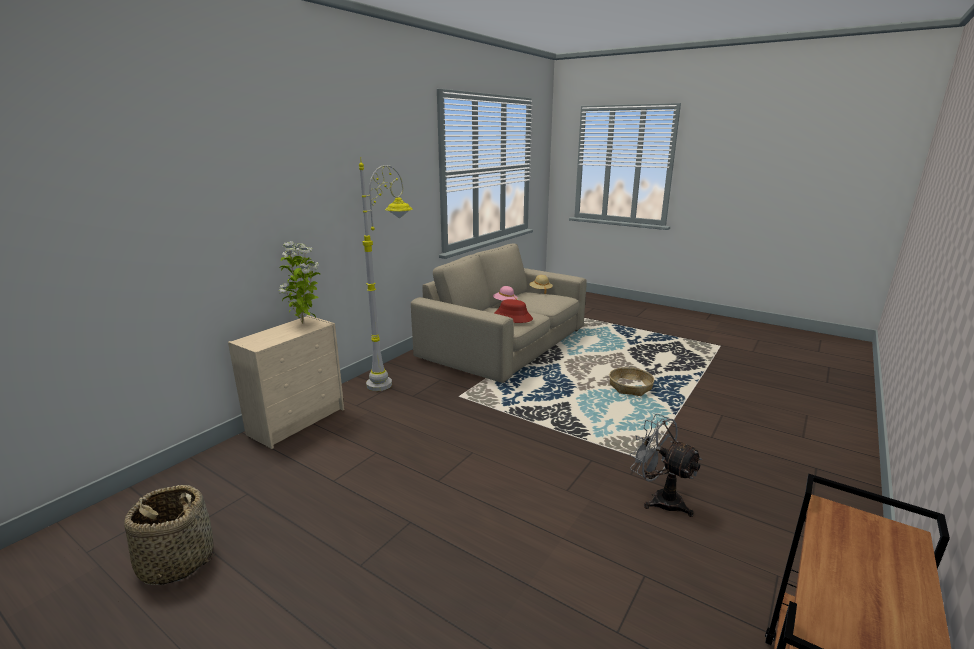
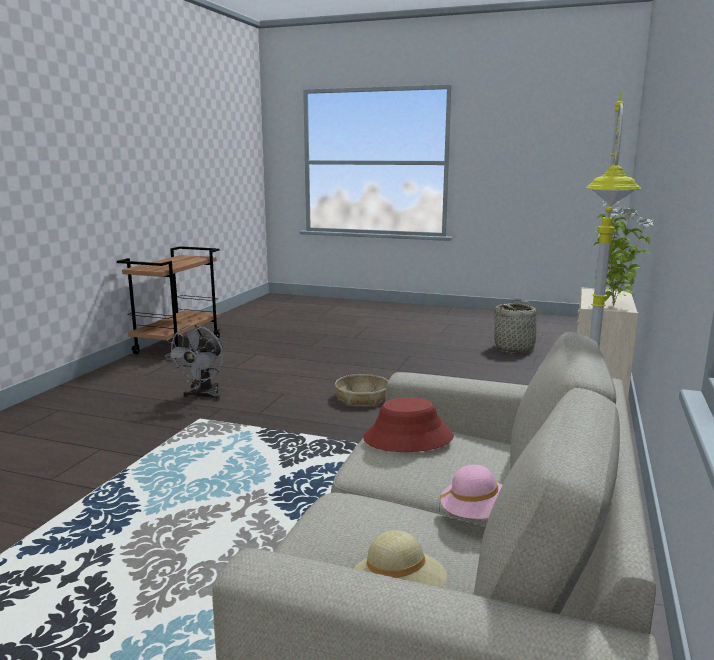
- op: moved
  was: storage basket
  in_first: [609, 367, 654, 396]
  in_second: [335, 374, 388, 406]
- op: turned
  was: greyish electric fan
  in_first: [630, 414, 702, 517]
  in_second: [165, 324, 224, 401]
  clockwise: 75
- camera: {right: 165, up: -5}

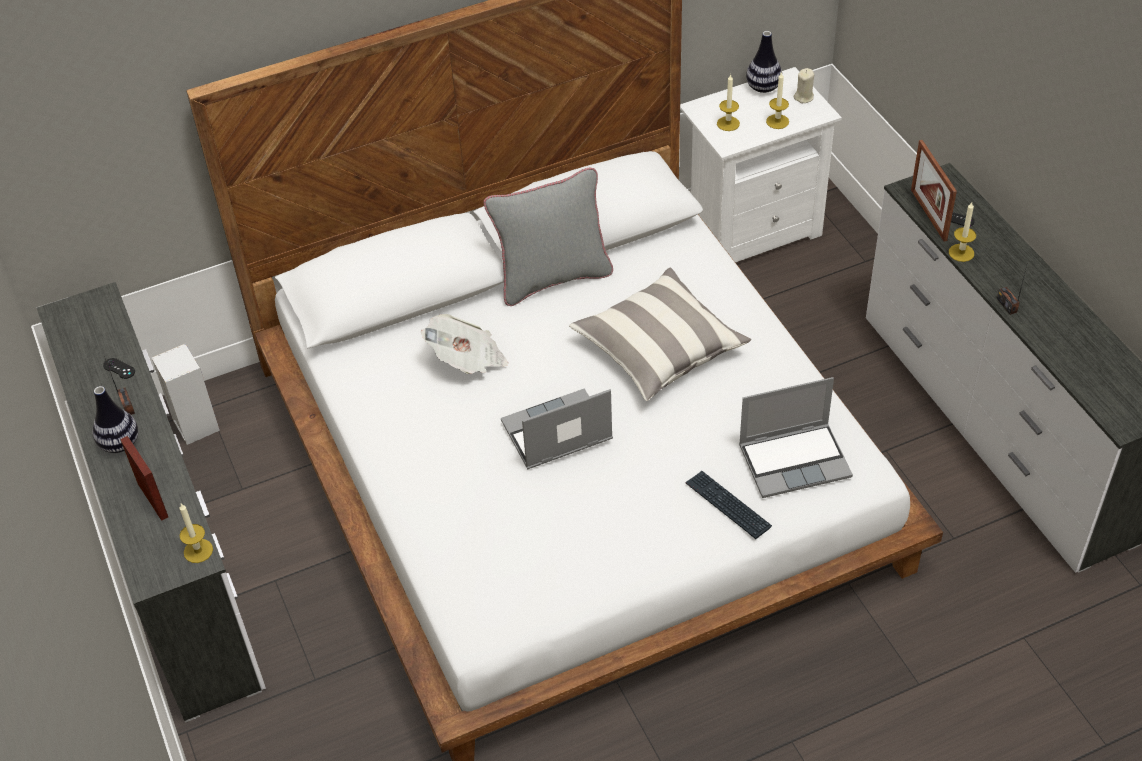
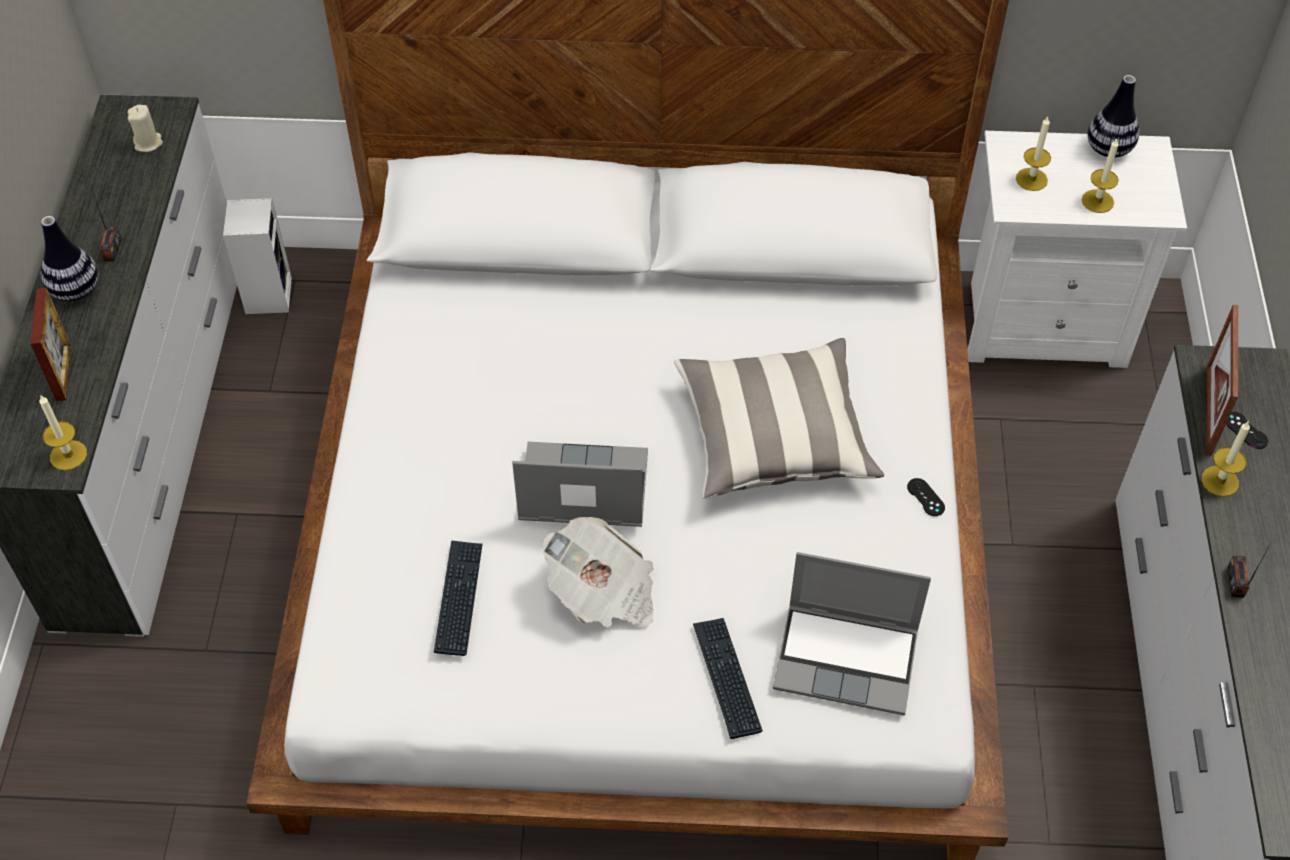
- op: moved
  was: sand-coloured wax candle
  in_first: [794, 68, 814, 103]
  in_second: [128, 104, 163, 152]
- op: removed
  was: greyish throw pillow
  in_first: [484, 168, 613, 306]
- op: moved
  was: printed paper
  in_first: [421, 314, 509, 374]
  in_second: [542, 517, 654, 627]
- op: moved
  was: black-coloured game controller
  in_first: [103, 358, 135, 379]
  in_second: [907, 478, 945, 516]
- op: added
  now: keyboard
  in_second: [434, 541, 483, 656]
- camera: {right: 25, up: 5}

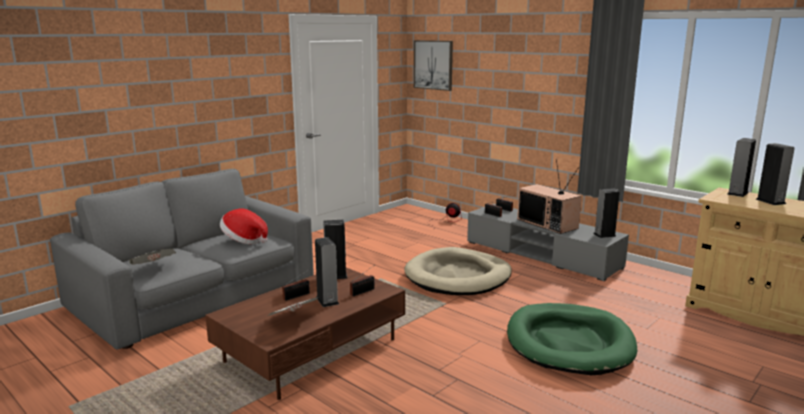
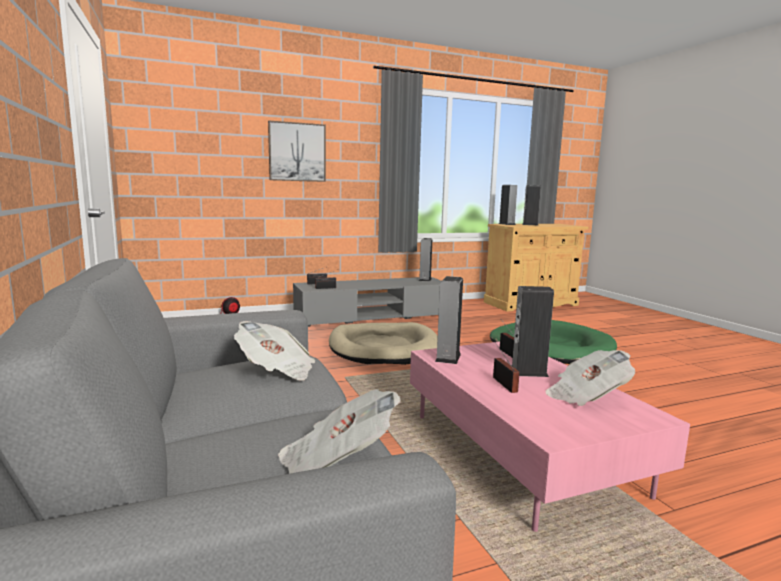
- op: moved
  was: wall picture
  in_first: [414, 40, 453, 91]
  in_second: [268, 121, 326, 182]
- op: removed
  was: TV set
  in_first: [517, 159, 581, 234]
- op: replaced
  was: clothing hat
  now: printed paper
  in_first: [220, 208, 268, 244]
  in_second: [234, 321, 315, 381]
- op: recoloured
  was: brown-coloured lounge table
  now: pinkish lounge table
  in_first: [205, 268, 405, 400]
  in_second: [410, 342, 690, 532]
- camera: {right: -65, up: -5}

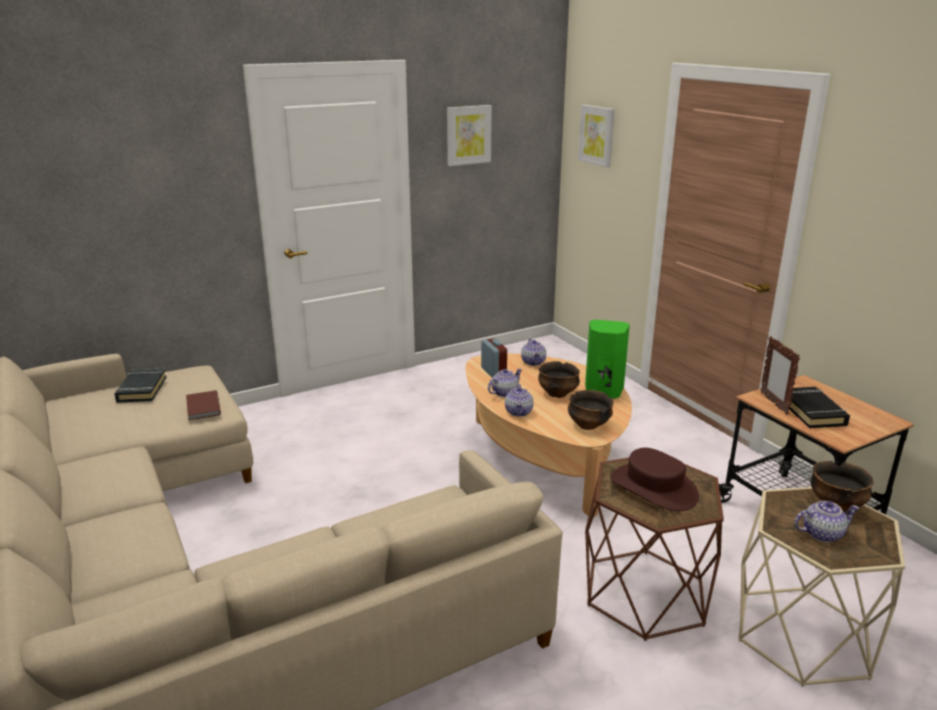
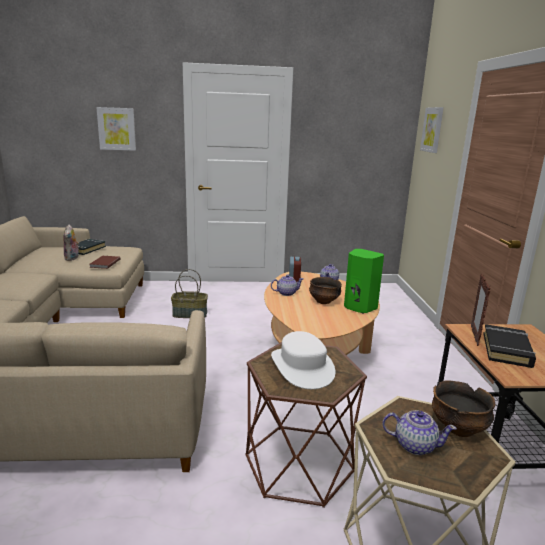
- op: moved
  was: wall picture
  in_first: [447, 105, 492, 166]
  in_second: [96, 107, 136, 151]
- op: removed
  was: tea pot
  in_first: [505, 384, 534, 417]
- op: removed
  was: bowl
  in_first: [568, 390, 614, 430]
- op: recoloured
  was: brown-coloured clothing hat
  now: whitish clothing hat
  in_first: [611, 448, 699, 511]
  in_second: [271, 331, 336, 389]
- op: added
  now: soft toy
  in_second: [63, 225, 79, 261]
- op: added
  now: storage basket
  in_second: [171, 269, 208, 318]
- camera: {right: 25, up: -5}

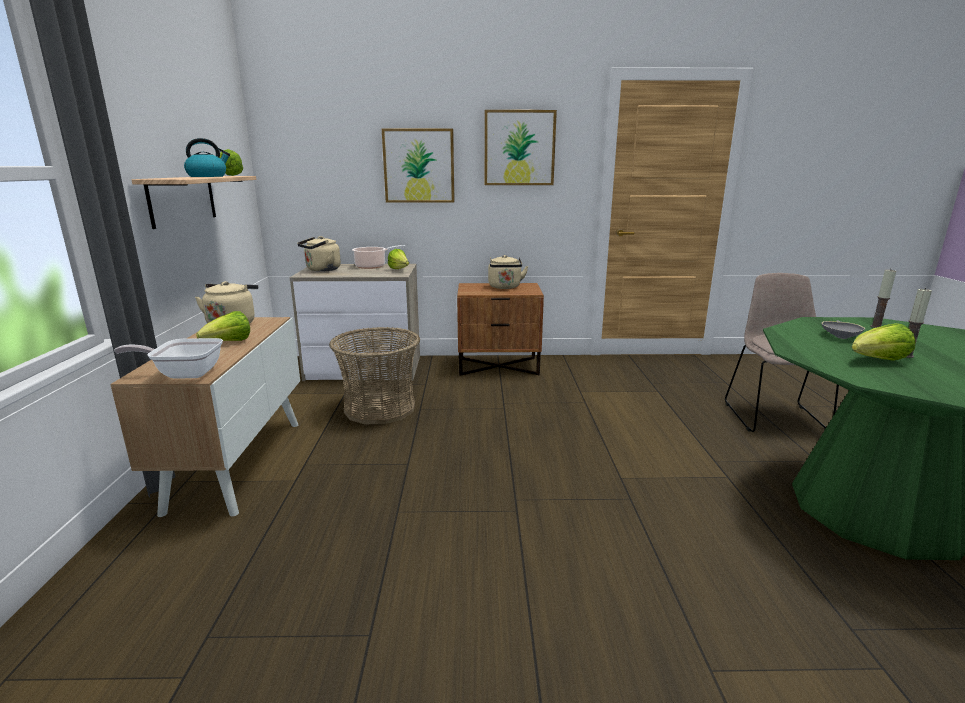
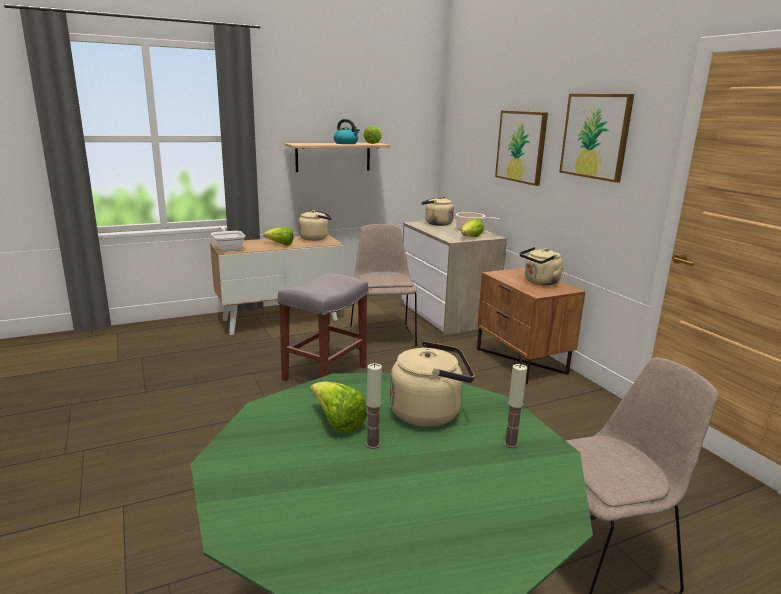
- op: replaced
  was: greyish bowl
  now: sand-coloured kettle
  in_first: [821, 320, 865, 339]
  in_second: [390, 341, 475, 427]
- op: replaced
  was: storage basket
  now: sand-coloured upright chair
  in_first: [329, 327, 420, 424]
  in_second: [351, 224, 417, 349]
- op: added
  now: greyish stool seat
  in_second: [278, 273, 368, 381]
- camera: {right: 65, up: 0}

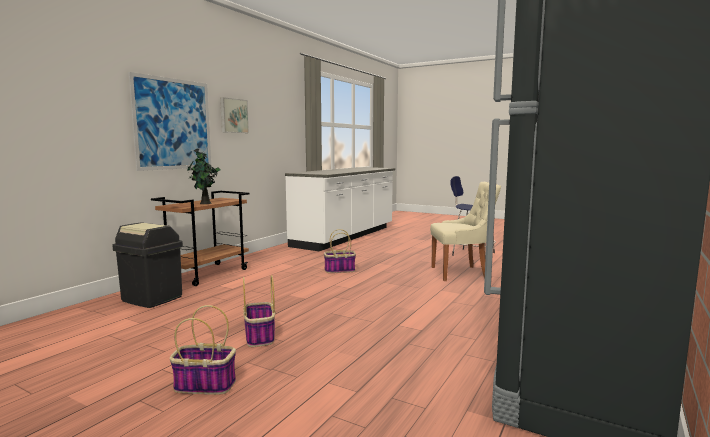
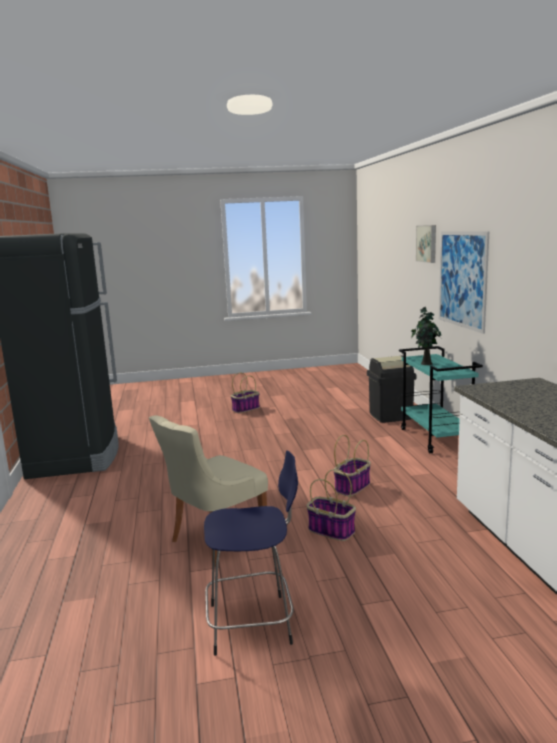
- op: moved
  was: wall picture
  in_first: [220, 97, 249, 133]
  in_second: [416, 225, 436, 263]
- op: recoloured
  was: brown-coloured wheeled cart
  now: blue-green wheeled cart
  in_first: [151, 191, 250, 286]
  in_second: [399, 346, 483, 453]
- op: moved
  was: storage basket
  in_first: [243, 275, 275, 347]
  in_second: [307, 469, 356, 541]
- camera: {right: 140, up: 5}

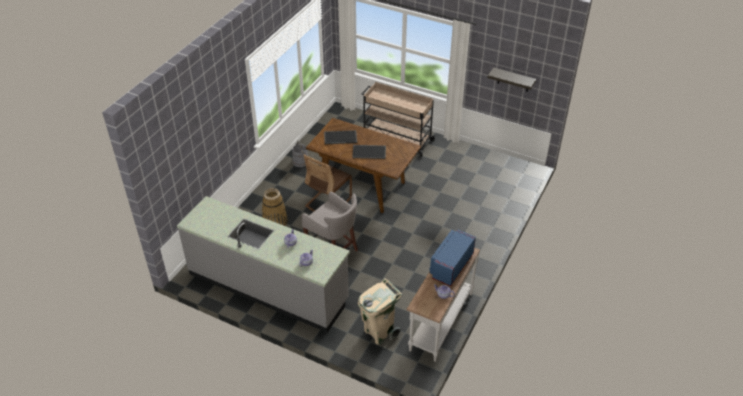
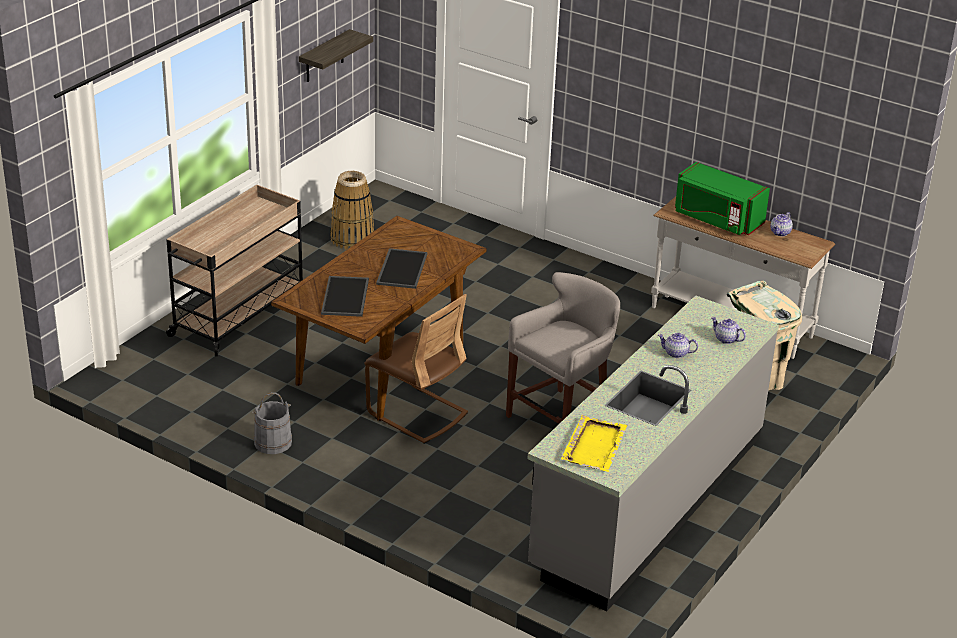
- op: moved
  was: storage basket
  in_first: [262, 188, 288, 226]
  in_second: [330, 171, 375, 250]
- op: recoloured
  was: bluish kitchen microwave
  now: green kitchen microwave
  in_first: [429, 229, 476, 286]
  in_second: [675, 162, 770, 235]
- op: added
  now: yellow tray
  in_second: [561, 415, 627, 472]
- camera: {right: -85, up: -10}

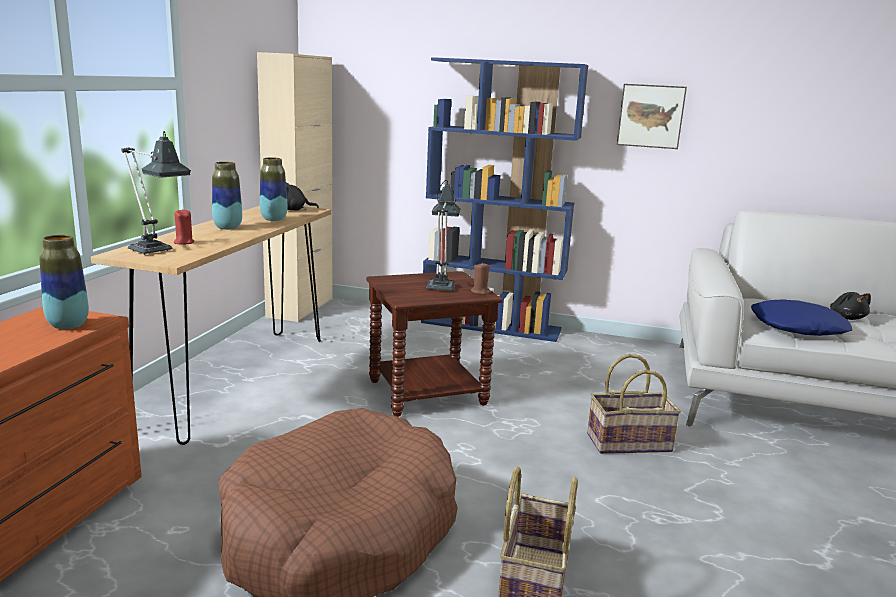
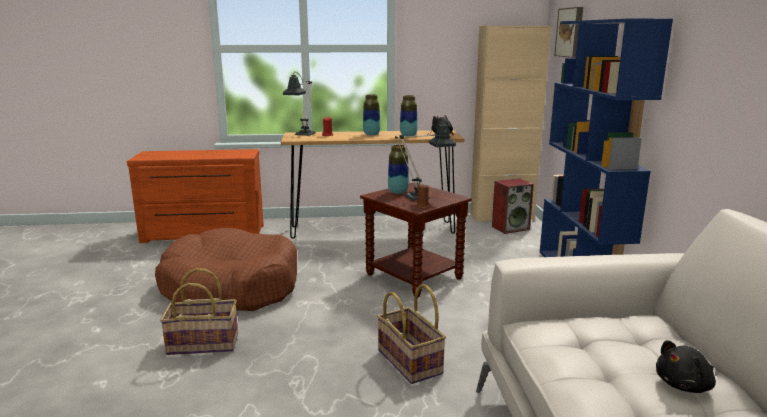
- op: moved
  was: wall picture
  in_first: [617, 84, 687, 149]
  in_second: [554, 7, 583, 58]
- op: moved
  was: vase
  in_first: [39, 235, 89, 329]
  in_second: [388, 145, 409, 194]
- op: removed
  was: bluish throw pillow
  in_first: [751, 299, 852, 336]
- op: added
  now: speaker
  in_second: [492, 178, 534, 234]
- camera: {right: 70, up: 0}

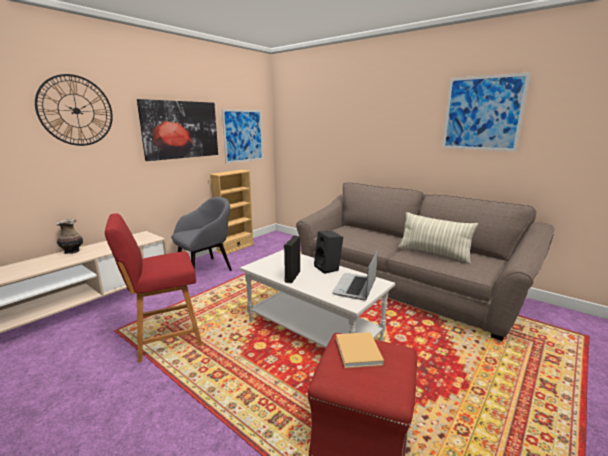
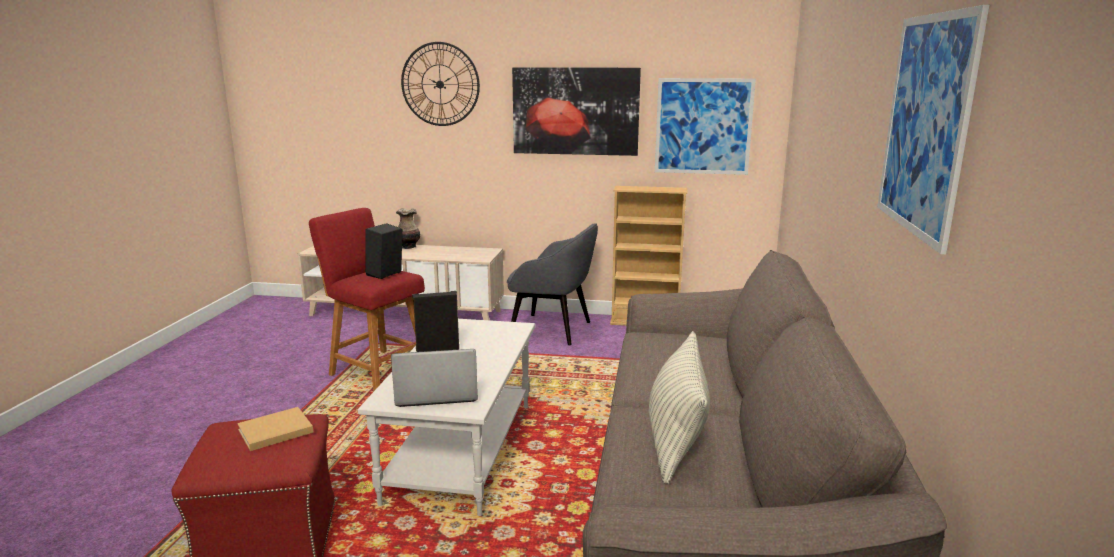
- op: moved
  was: black-coloured speaker
  in_first: [314, 231, 343, 274]
  in_second: [365, 223, 402, 279]
- camera: {right: 60, up: 0}

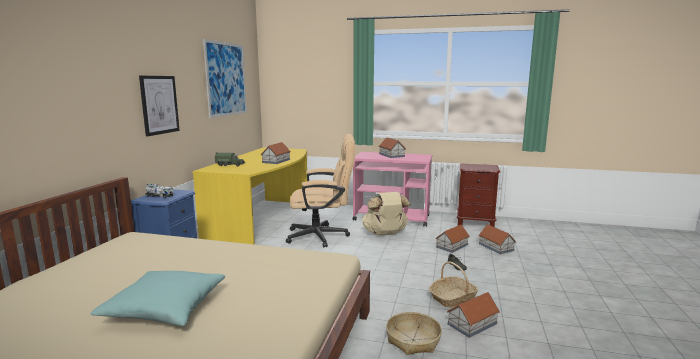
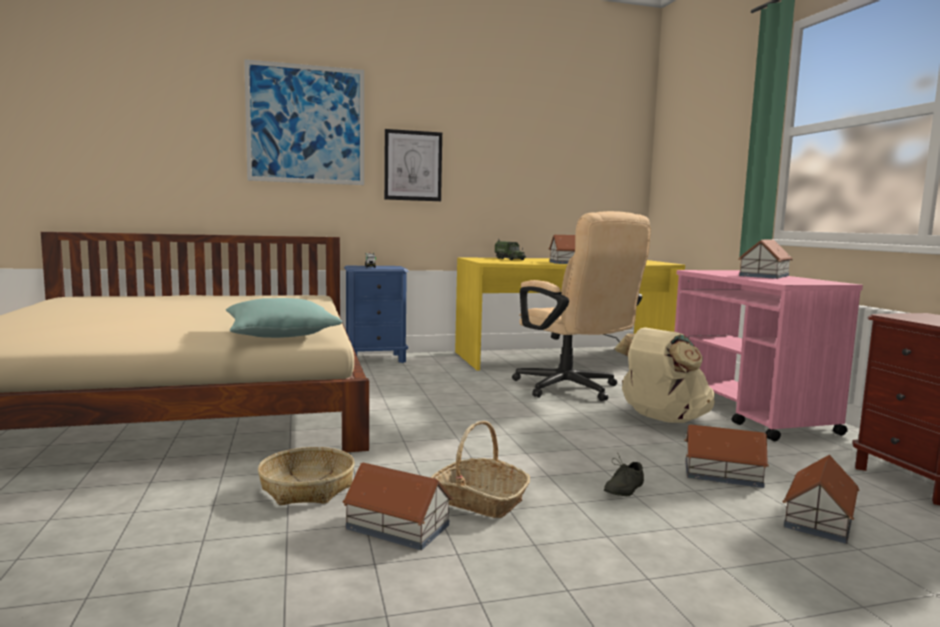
- op: moved
  was: wall picture
  in_first: [203, 39, 247, 118]
  in_second: [244, 59, 364, 185]
- op: moved
  was: blue-green throw pillow
  in_first: [90, 271, 225, 326]
  in_second: [226, 298, 342, 338]
- camera: {right: 60, up: -5}

